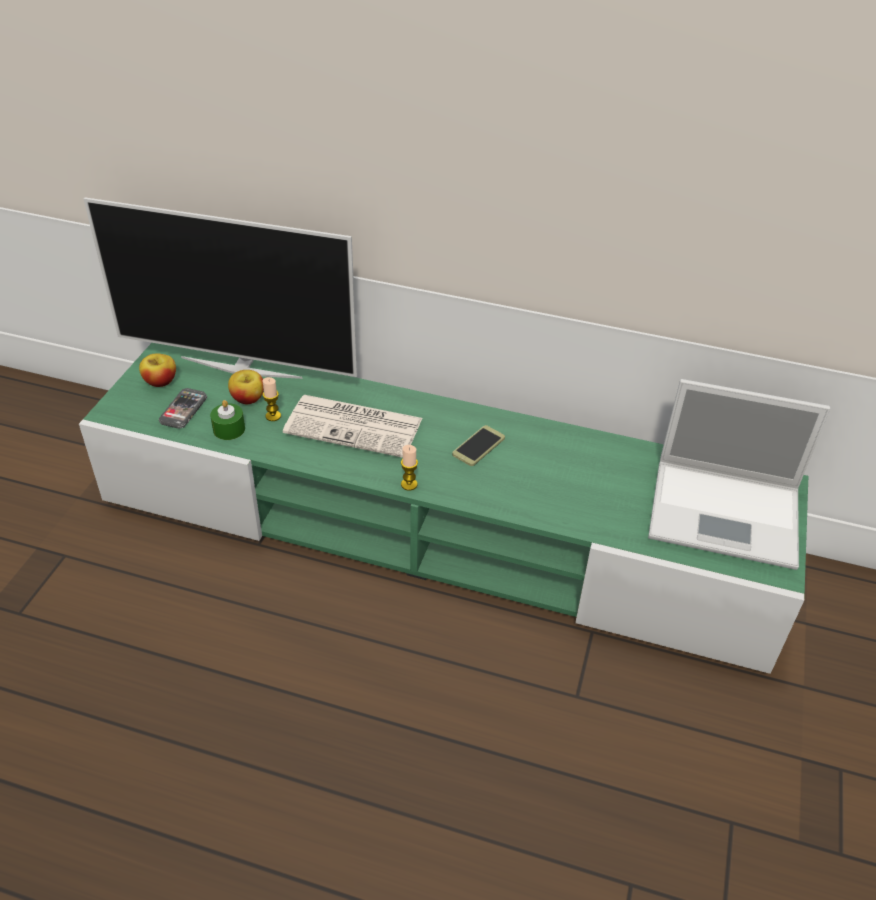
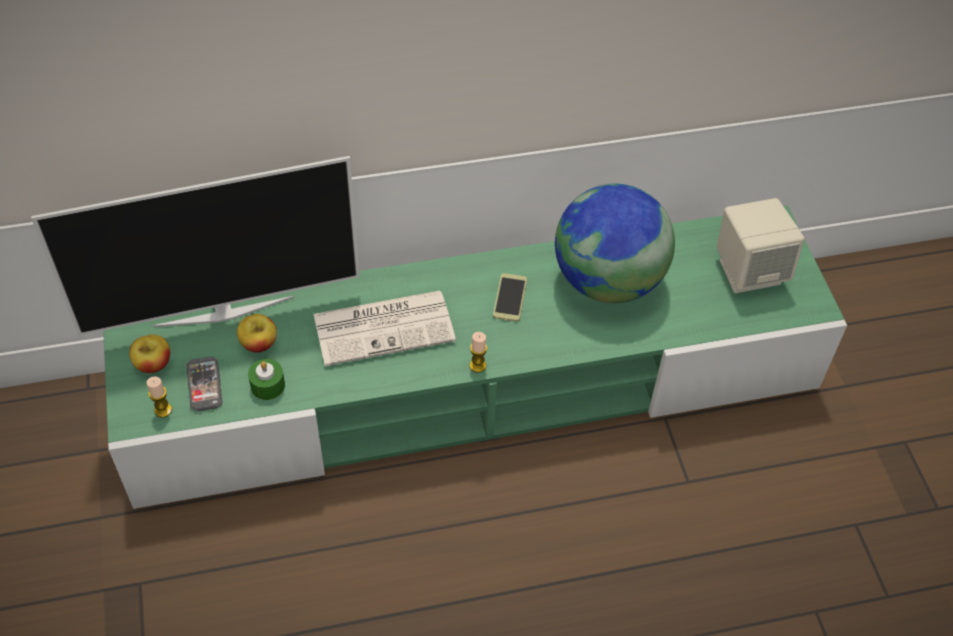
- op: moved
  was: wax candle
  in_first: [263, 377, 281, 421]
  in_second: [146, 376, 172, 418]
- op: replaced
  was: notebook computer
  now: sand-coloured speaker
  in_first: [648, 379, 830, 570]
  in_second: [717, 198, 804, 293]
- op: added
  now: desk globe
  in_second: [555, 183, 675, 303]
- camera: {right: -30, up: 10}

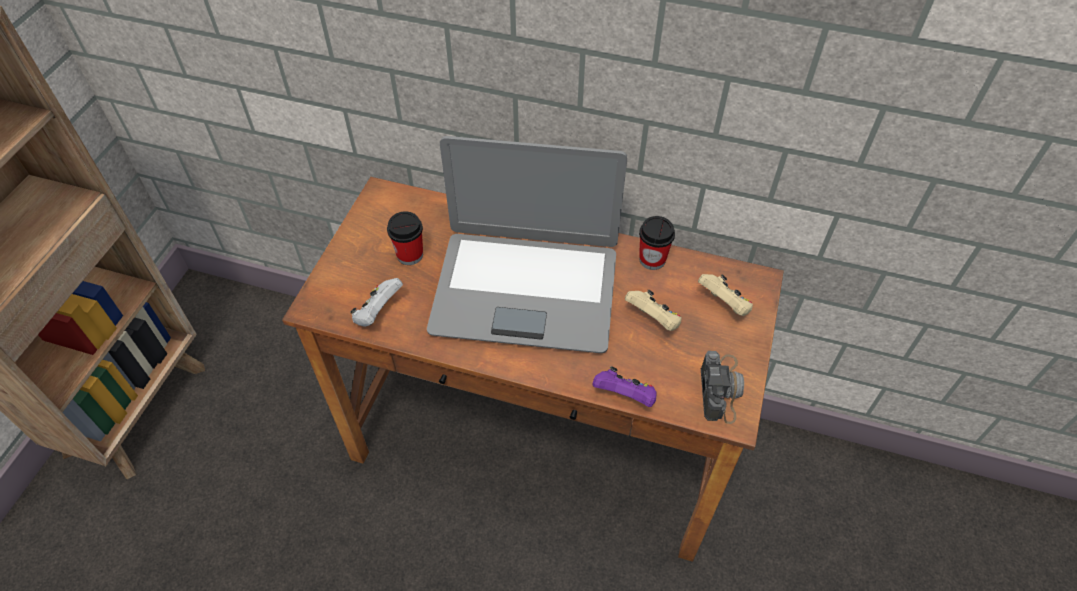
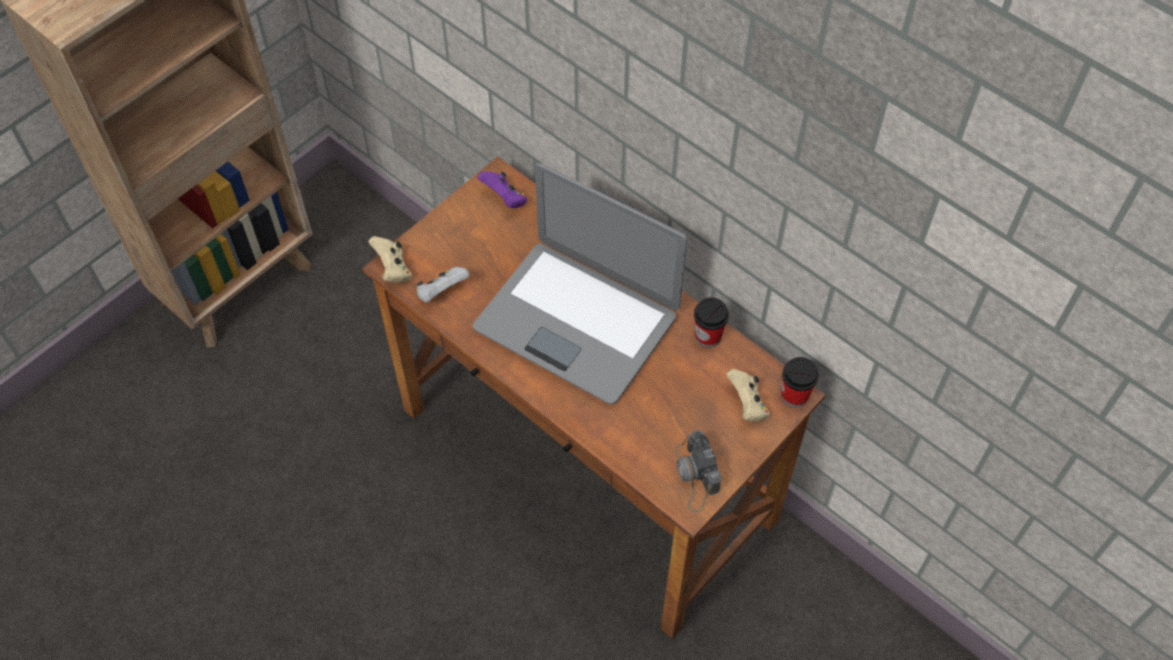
- op: moved
  was: small cup
  in_first: [387, 211, 423, 265]
  in_second: [781, 357, 819, 407]
- op: moved
  was: sand-coloured game controller
  in_first: [625, 290, 682, 331]
  in_second: [368, 236, 412, 283]
- op: turned
  was: still camera
  in_first: [701, 351, 744, 424]
  in_second: [675, 430, 721, 513]
  clockwise: 135
- op: moved
  was: purple game controller
  in_first: [593, 367, 656, 407]
  in_second: [477, 172, 527, 208]
- camera: {right: 25, up: 5}

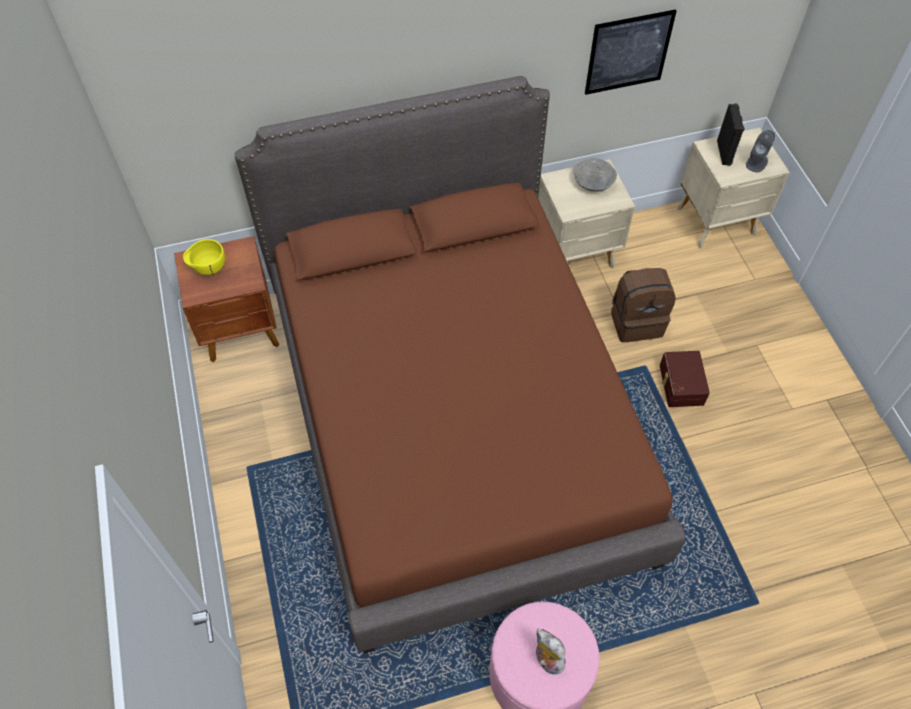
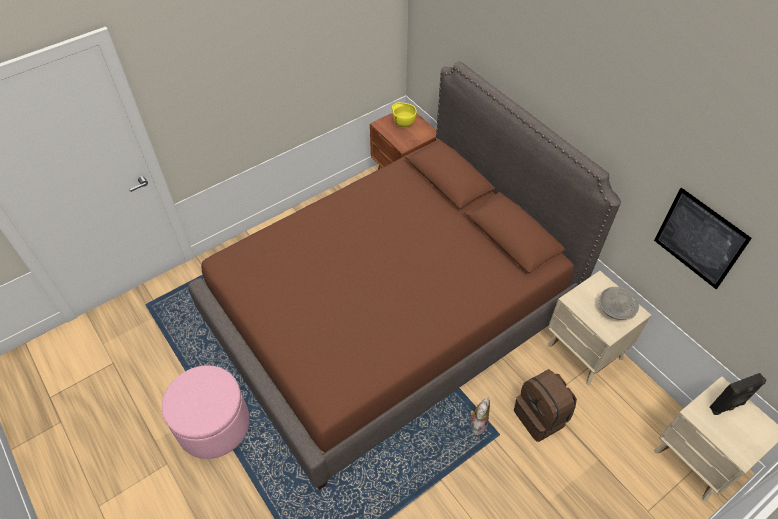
- op: removed
  was: greyish speaker
  in_first: [746, 130, 775, 172]
- op: removed
  was: brown-coloured storage container
  in_first: [660, 351, 710, 407]
- op: moved
  was: soft toy
  in_first: [536, 629, 566, 675]
  in_second: [470, 398, 490, 435]
- camera: {right: 70, up: -5}

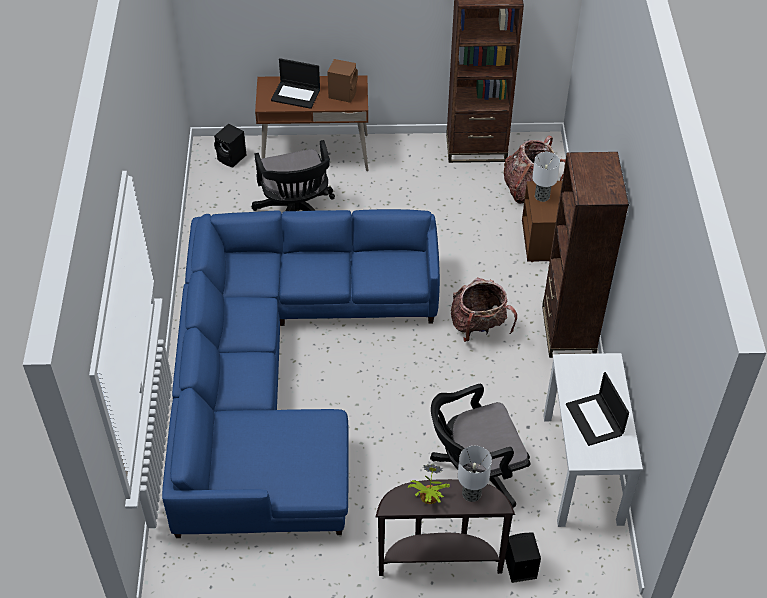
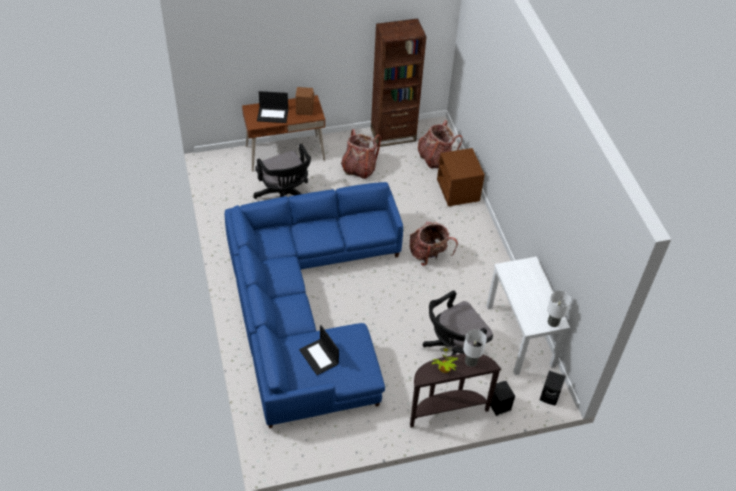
- op: moved
  was: black-coloured speaker
  in_first: [214, 124, 246, 168]
  in_second: [540, 371, 565, 405]
- op: moved
  was: tabletop lamp
  in_first: [532, 152, 560, 202]
  in_second: [547, 291, 571, 327]
- op: removed
  was: brown-coloured shelving unit
  in_first: [542, 152, 629, 358]
- op: moved
  was: notebook computer
  in_first: [566, 372, 629, 446]
  in_second: [299, 325, 339, 375]
- op: added
  now: backpack
  in_second: [341, 129, 381, 179]
- camera: {right: -15, up: 0}

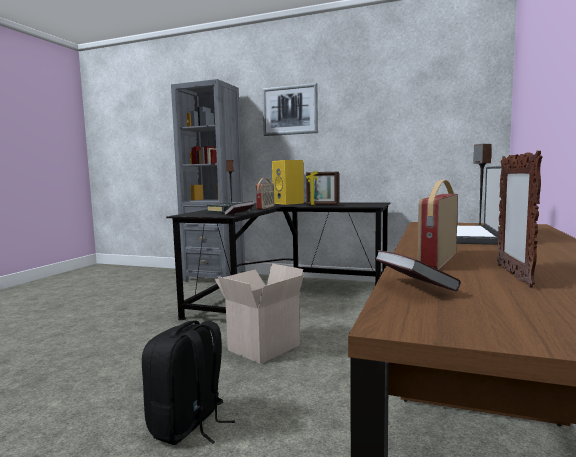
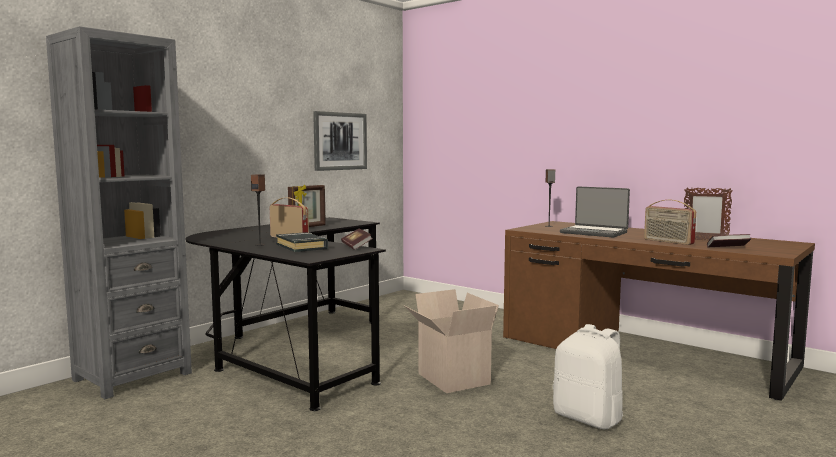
- op: moved
  was: wall picture
  in_first: [262, 83, 318, 136]
  in_second: [313, 111, 367, 171]
- op: removed
  was: yellow speaker
  in_first: [272, 160, 304, 205]
- op: recoloured
  was: black-coloured backpack
  now: whitish backpack
  in_first: [142, 320, 235, 445]
  in_second: [553, 324, 623, 430]
- camera: {right: -70, up: 0}

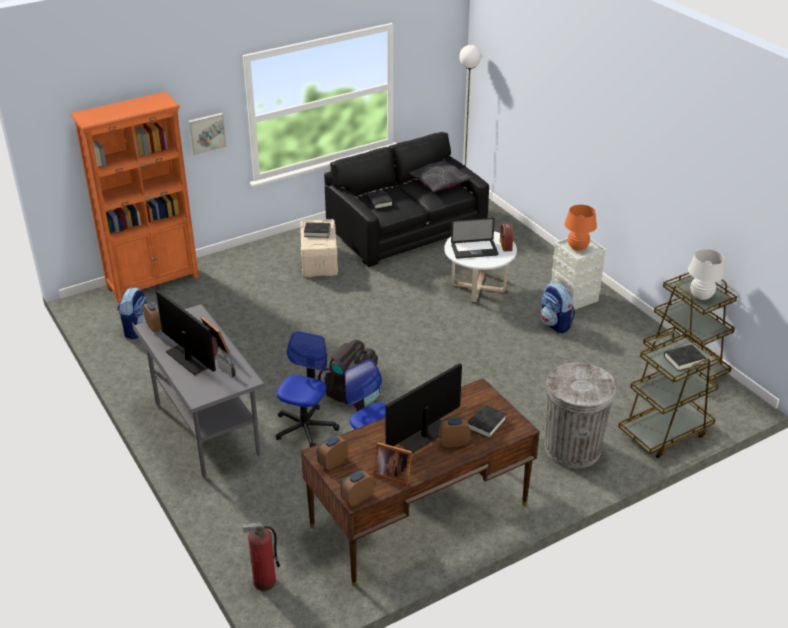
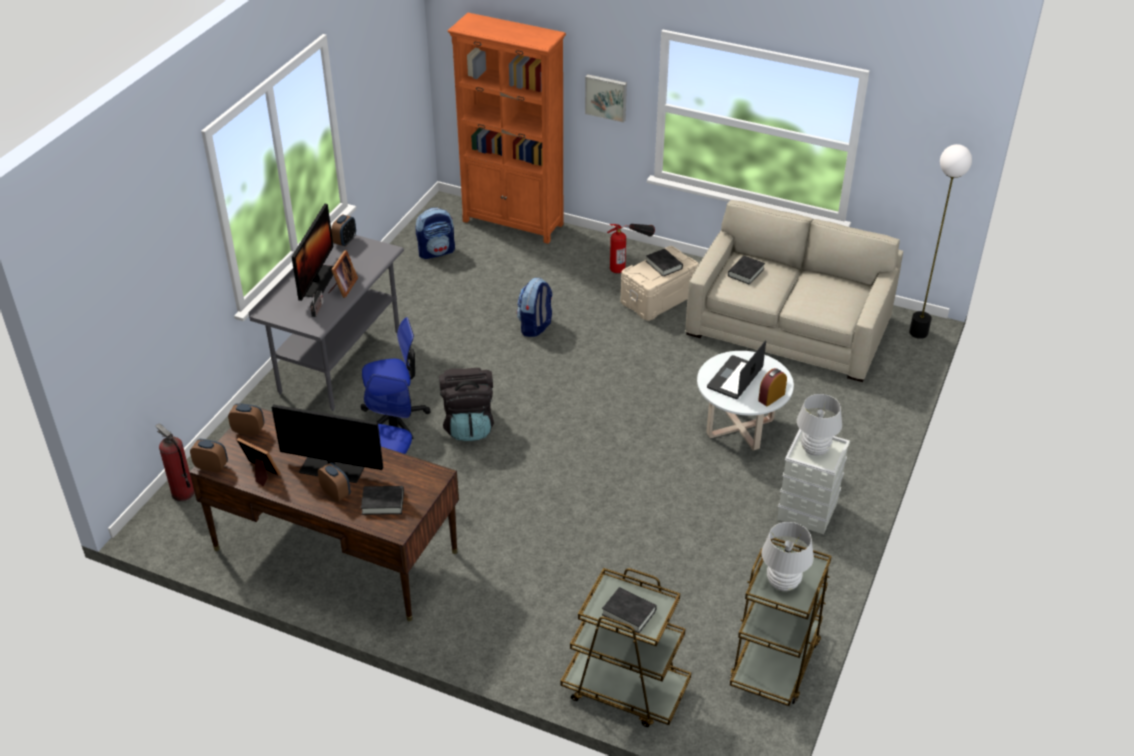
- op: recoloured
  was: black-coloured couch
  now: sand-coloured couch
  in_first: [324, 132, 489, 267]
  in_second: [685, 200, 903, 382]
- op: removed
  was: greyish throw pillow
  in_first: [408, 160, 472, 192]
- op: recoloured
  was: orangey tabletop lamp
  now: whitish tabletop lamp
  in_first: [564, 205, 597, 251]
  in_second: [797, 394, 842, 456]
- op: turned
  was: notebook computer
  in_first: [451, 218, 499, 259]
  in_second: [707, 340, 766, 399]
  clockwise: 75
- op: moved
  was: backpack
  in_first: [541, 282, 575, 333]
  in_second: [517, 278, 553, 337]
- op: removed
  was: greyish trash can
  in_first: [545, 363, 616, 468]
- op: turned
  was: standing frame
  in_first: [373, 442, 412, 485]
  in_second: [237, 438, 281, 486]
  clockwise: 135
- op: added
  now: fire-fighting cylinder
  in_second: [607, 224, 655, 273]
- camera: {right: 55, up: 5}

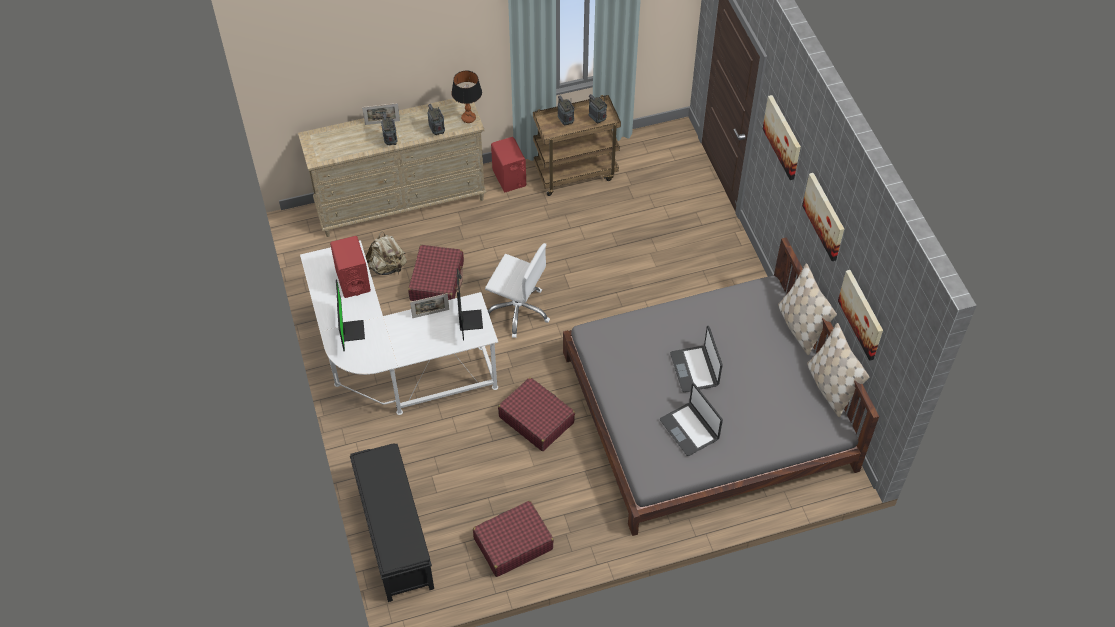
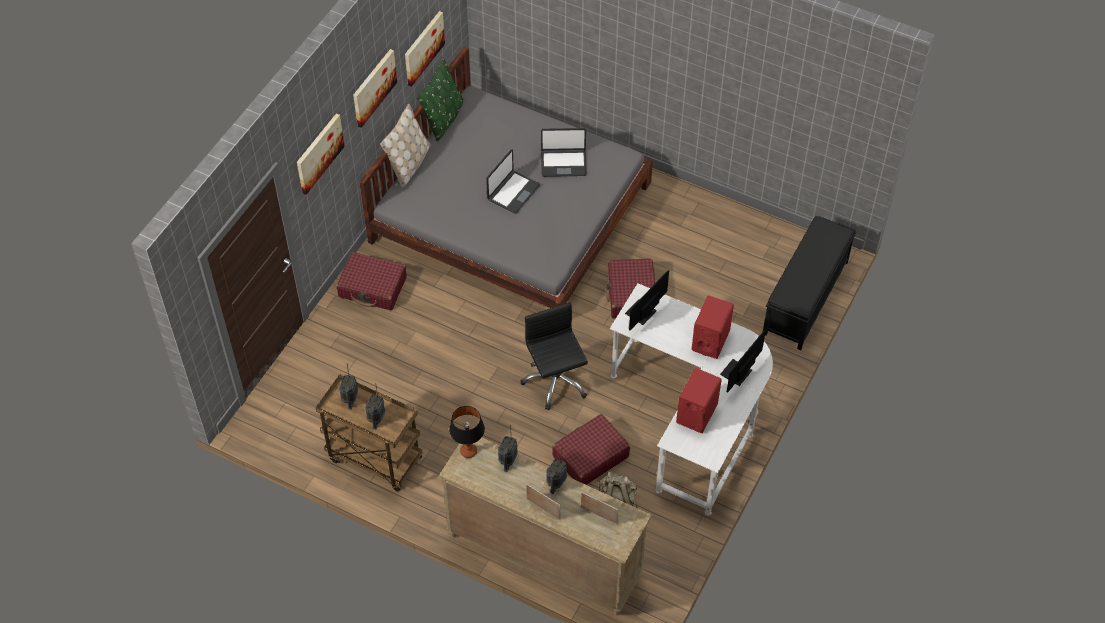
- op: moved
  was: red-coloured speaker
  in_first: [491, 137, 526, 192]
  in_second: [692, 296, 734, 359]
- op: recoloured
  was: whitish desk chair
  now: black-coloured desk chair
  in_first: [485, 243, 550, 338]
  in_second: [521, 302, 588, 410]
- op: moved
  was: standing frame
  in_first: [410, 293, 449, 318]
  in_second: [581, 492, 619, 524]
- op: recoloured
  was: sand-coloured throw pillow
  now: green throw pillow
  in_first: [807, 323, 870, 417]
  in_second: [417, 59, 464, 141]
- op: turned
  was: notebook computer
  in_first: [660, 383, 723, 456]
  in_second: [541, 128, 587, 177]
  clockwise: 75
- op: moved
  was: red-coloured travel case
  in_first: [473, 501, 554, 577]
  in_second: [336, 252, 407, 310]
- camera: {right: -135, up: 0}

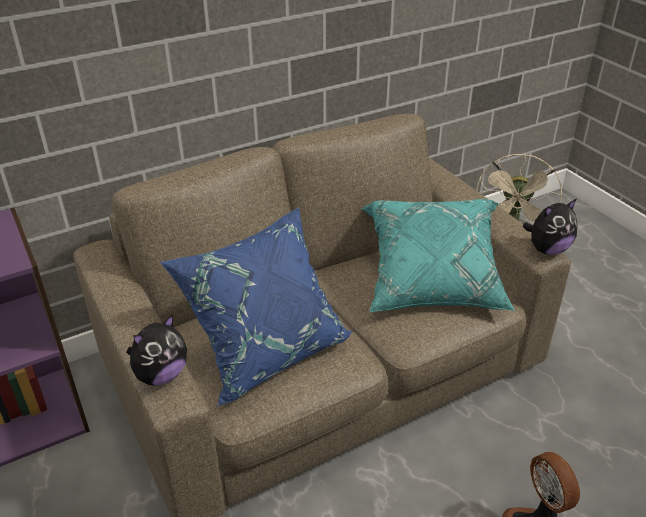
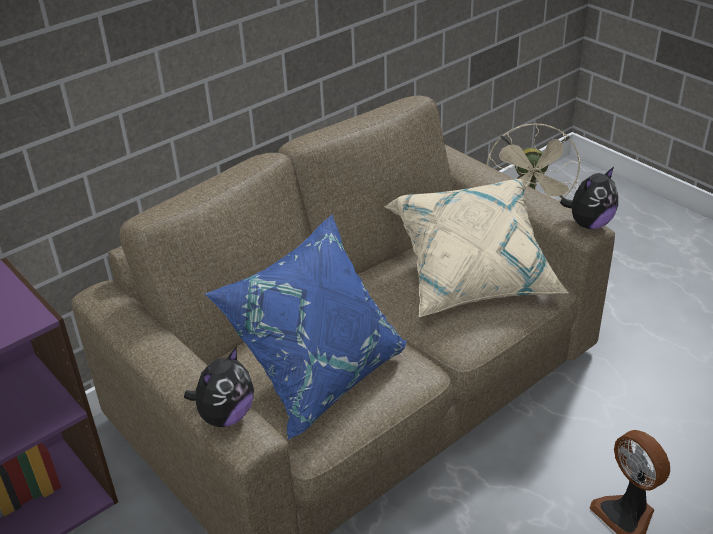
- op: recoloured
  was: blue-green throw pillow
  now: sand-coloured throw pillow
  in_first: [361, 199, 515, 312]
  in_second: [383, 179, 568, 317]
- camera: {right: -10, up: 0}

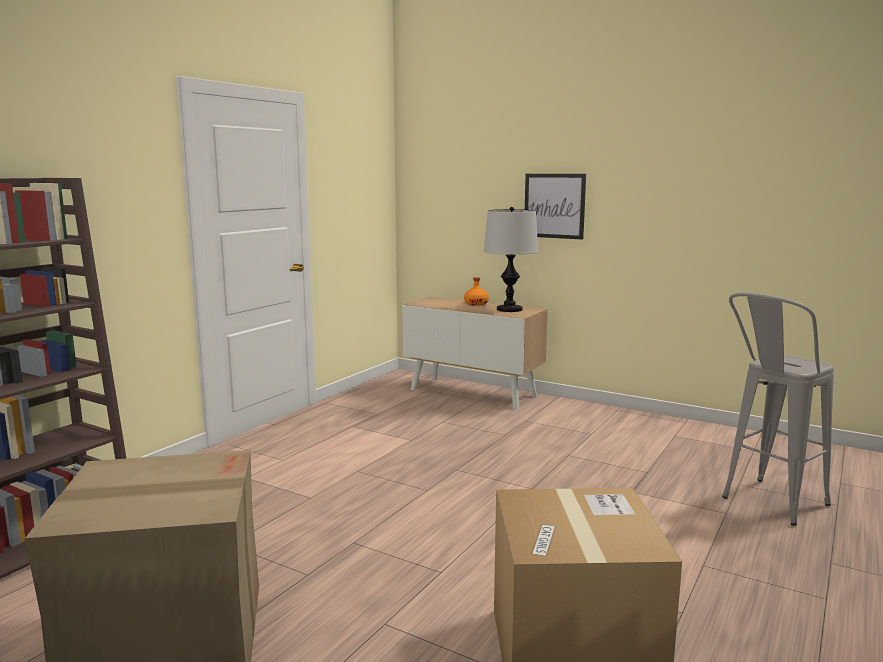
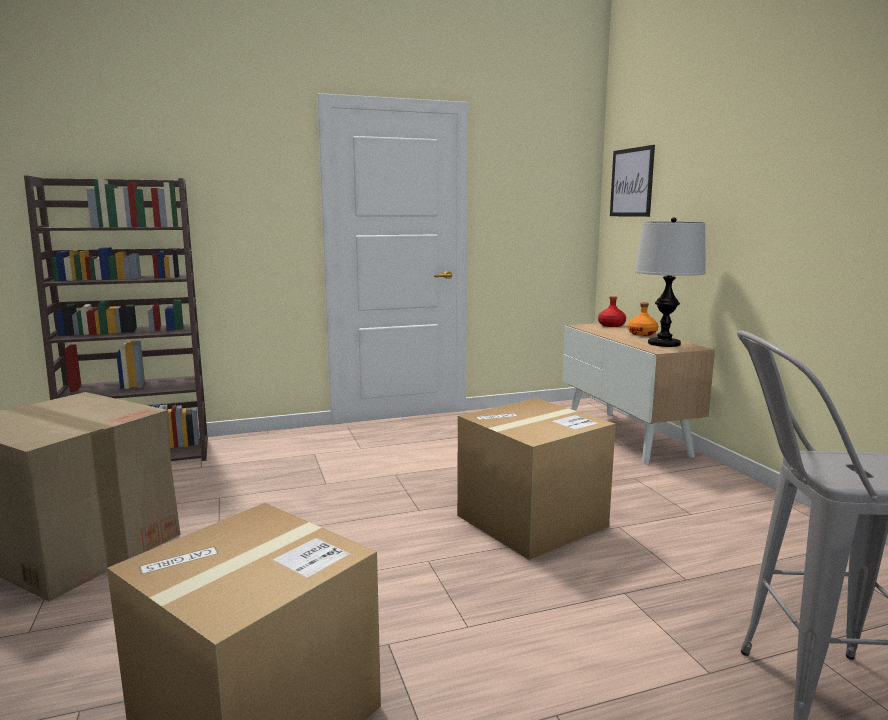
- op: moved
  was: wall picture
  in_first: [525, 174, 586, 240]
  in_second: [610, 145, 655, 217]
- op: added
  now: red-coloured bottle
  in_second: [598, 296, 626, 327]
- op: added
  now: carton
  in_second: [457, 398, 616, 560]
- camera: {right: 40, up: 0}

